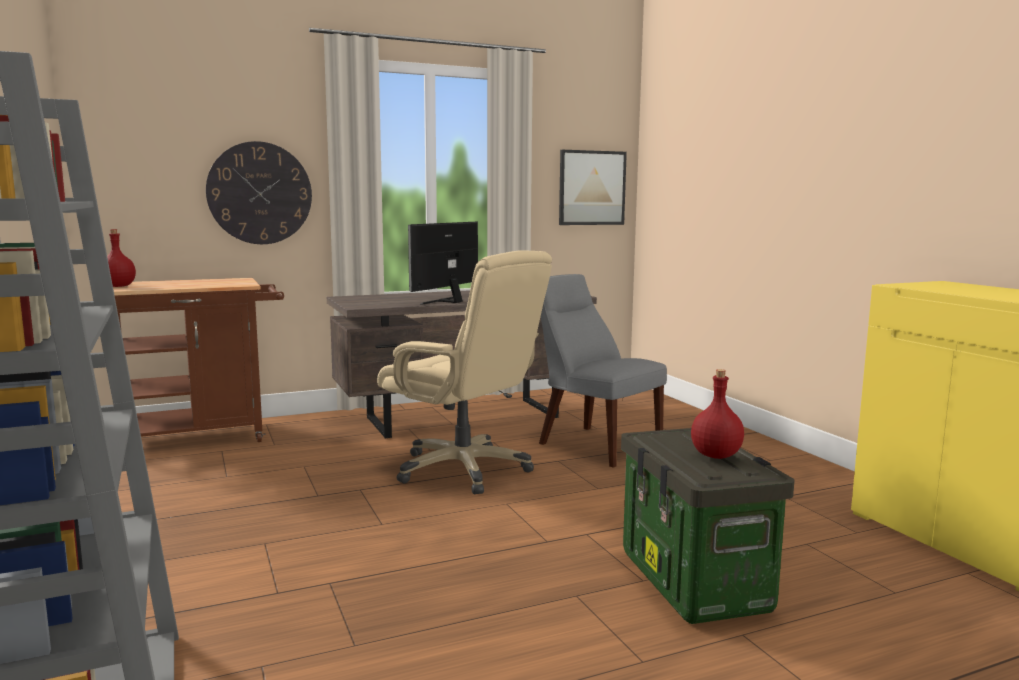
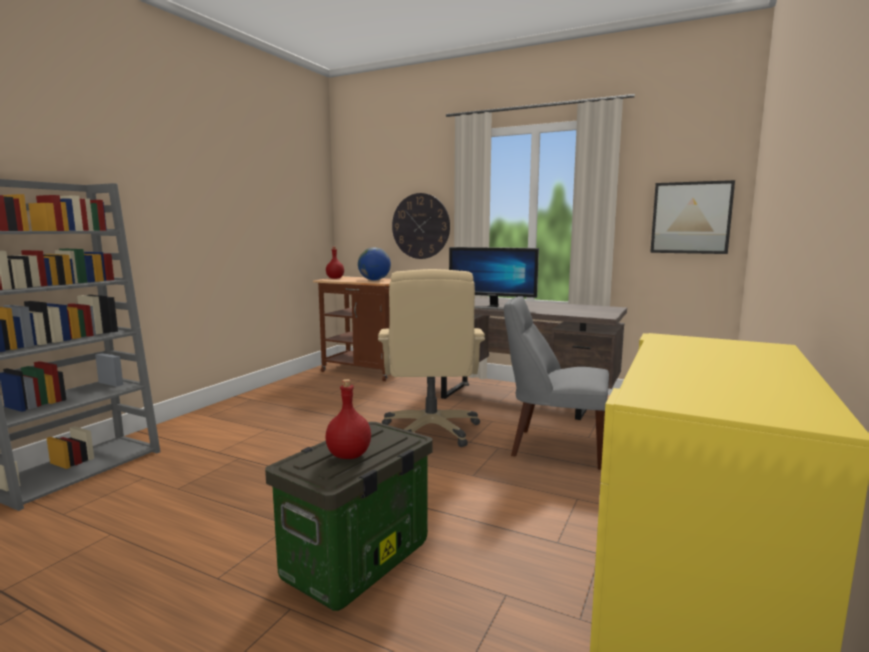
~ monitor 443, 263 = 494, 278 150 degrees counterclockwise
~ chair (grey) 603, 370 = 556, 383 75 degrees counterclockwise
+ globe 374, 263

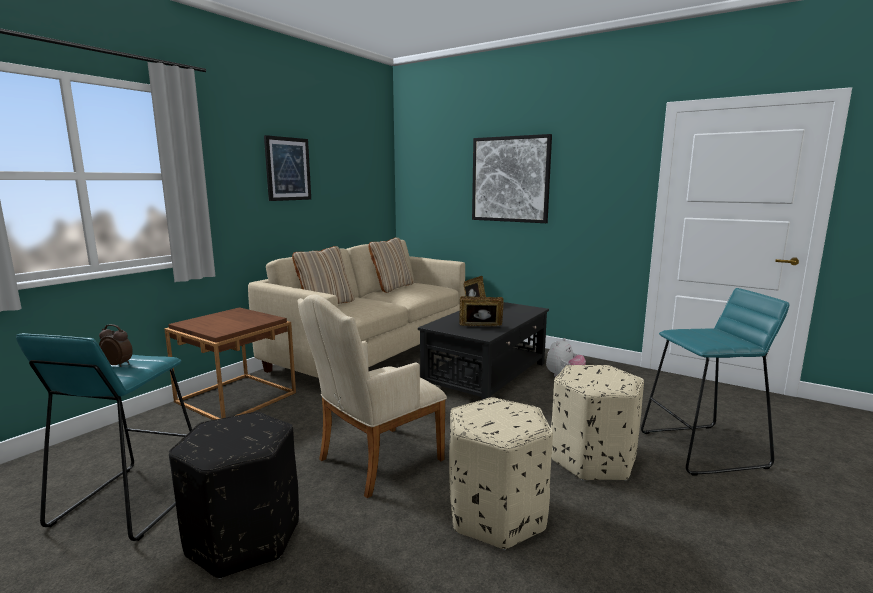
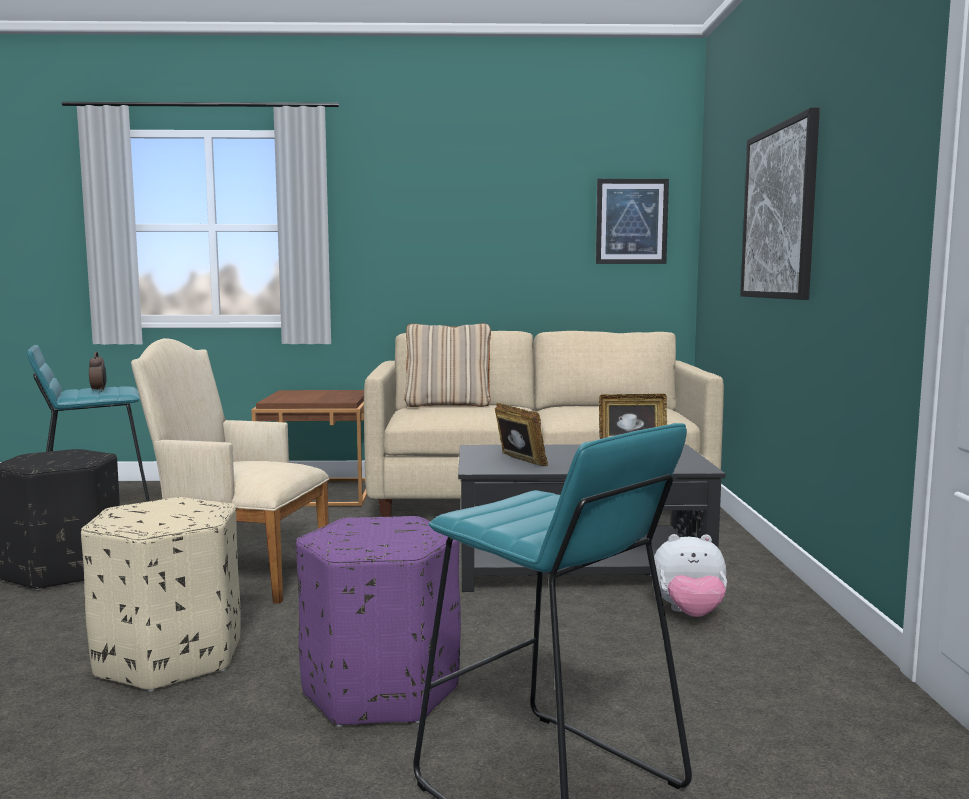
~ picture 287, 168 to 632, 221
- pillow (beige) 391, 265
~ ottoman (beige) 597, 423 to ottoman (purple) 378, 621

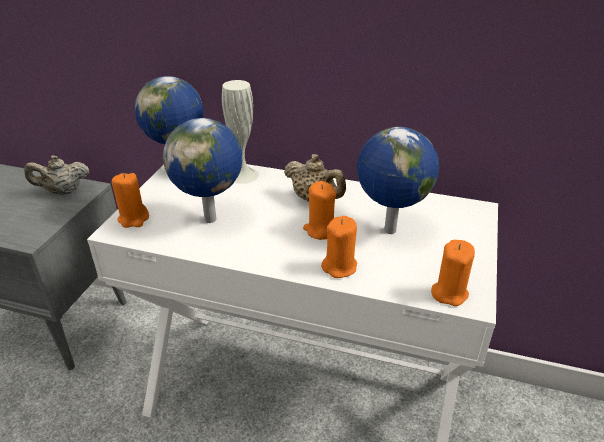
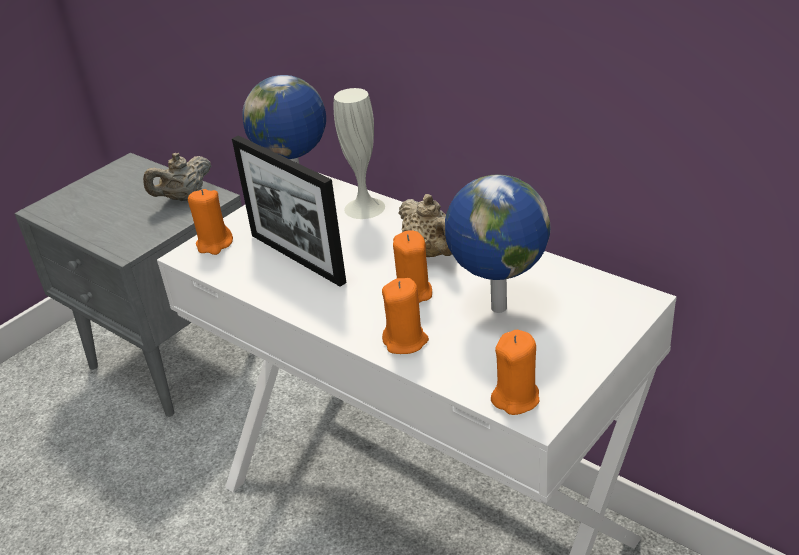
~ globe 202, 170 to picture frame 289, 211
~ teapot (beige) 56, 175 = 177, 177 45 degrees counterclockwise

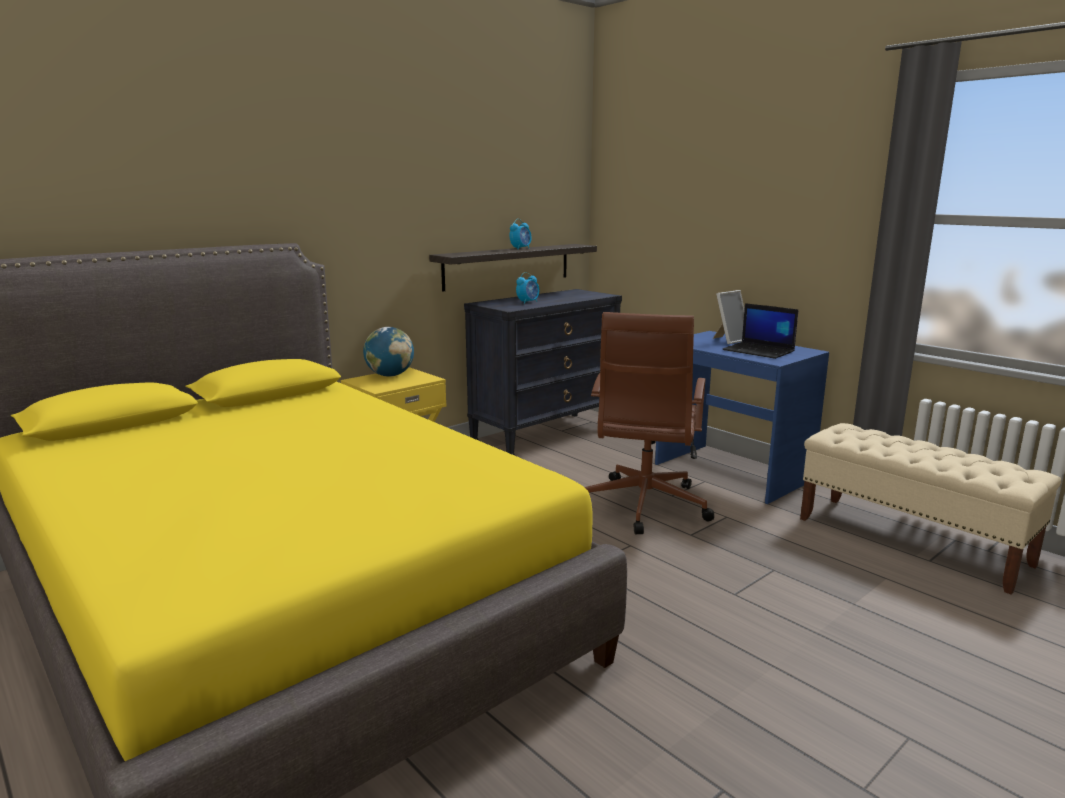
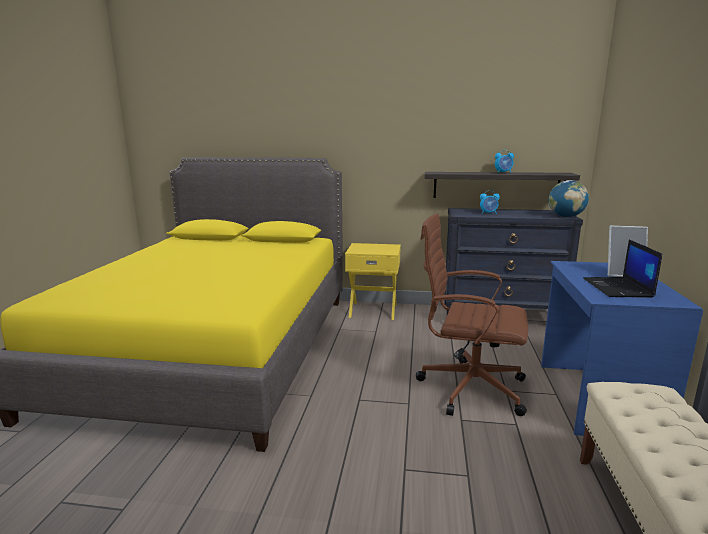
~ office chair (brown) 649, 423 = 472, 314 45 degrees clockwise
~ globe 388, 352 to 569, 198

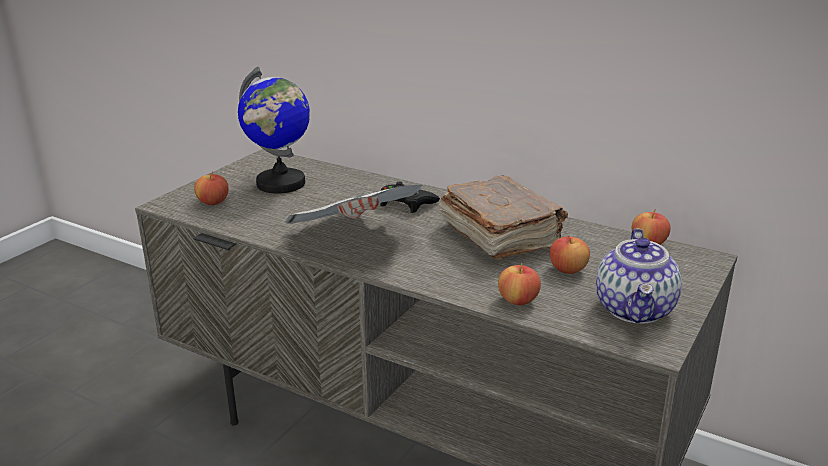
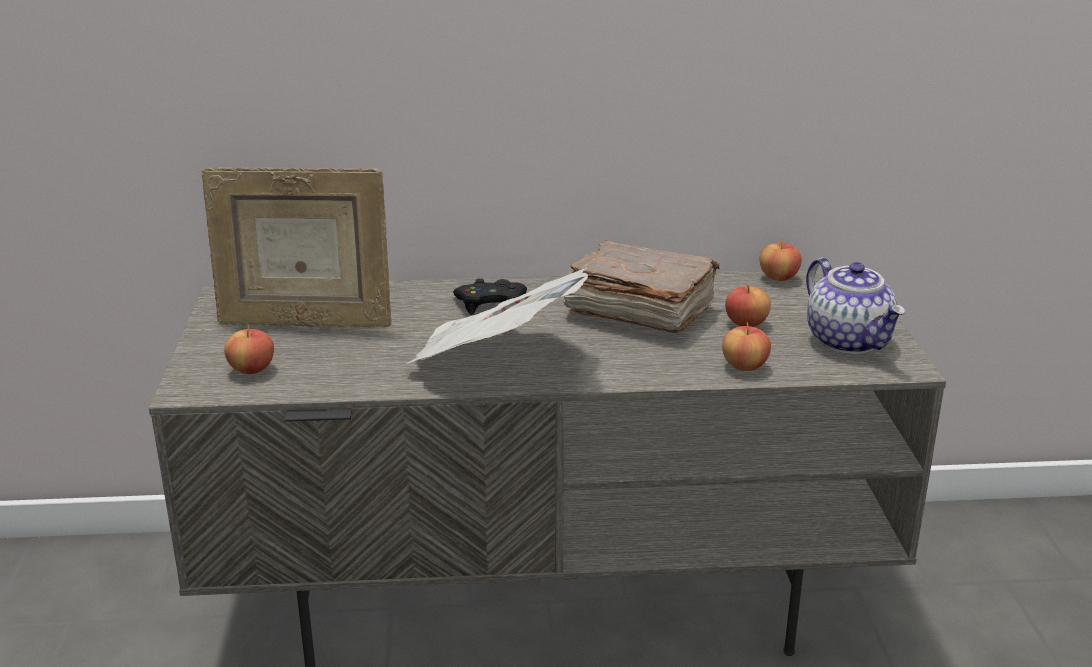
~ globe 274, 130 to picture frame 297, 247

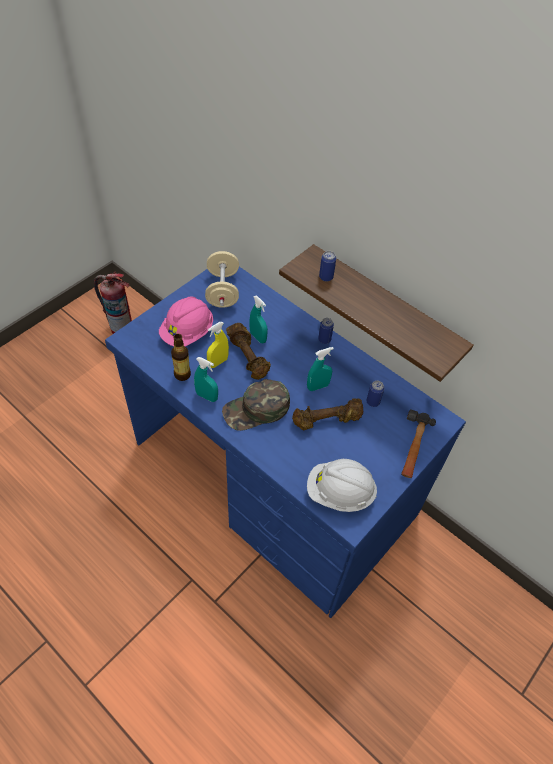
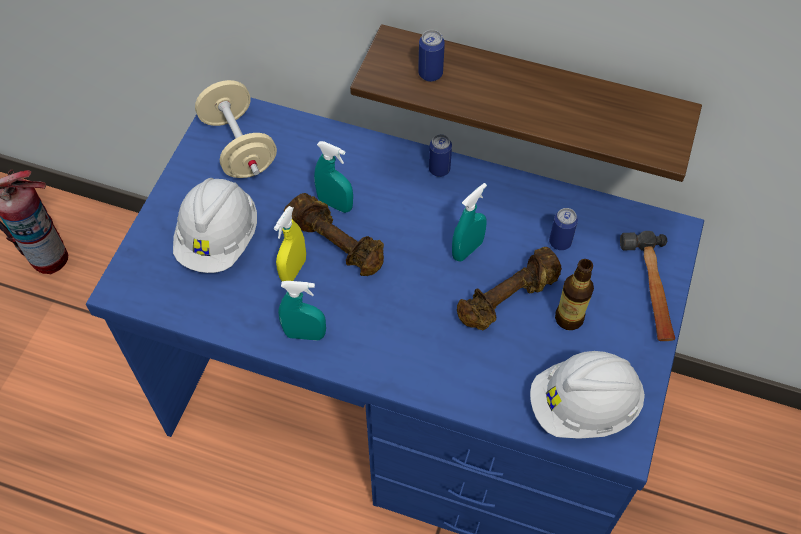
~ hard hat (pink) 186, 322 to hard hat (white) 215, 225
~ bottle 181, 357 to 574, 294
- cap (green) 256, 405

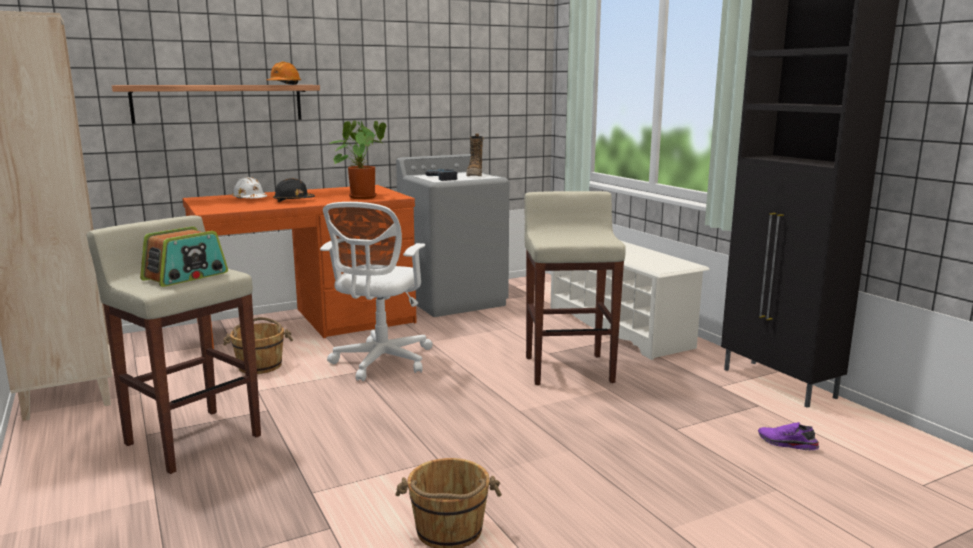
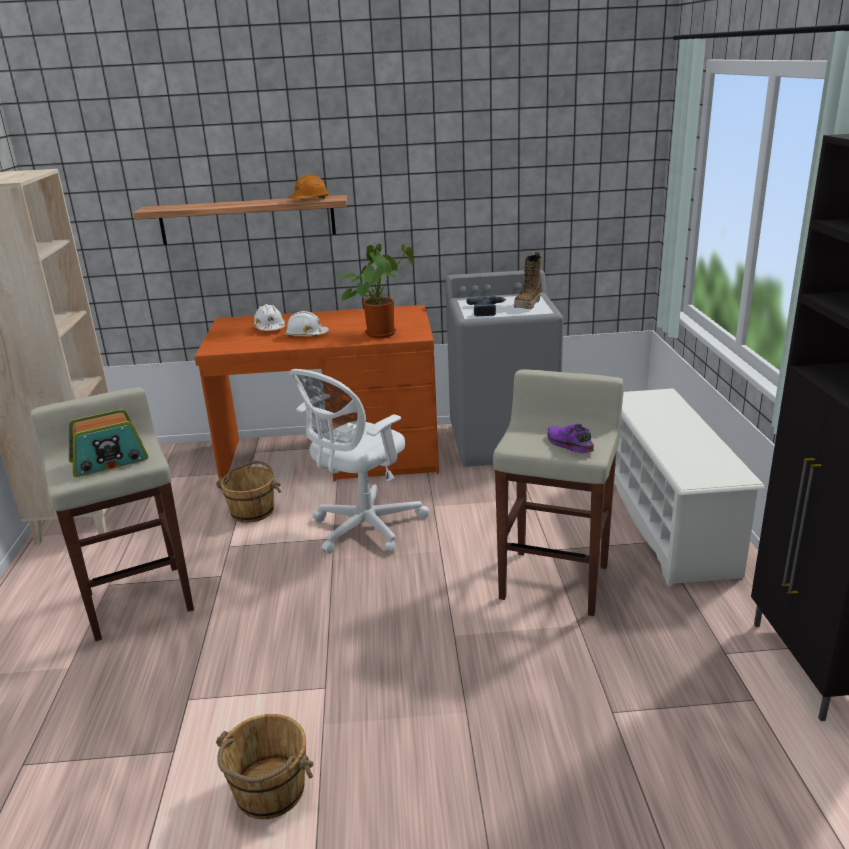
~ hard hat (black) 294, 190 to hard hat (white) 307, 324
~ shoe (purple) 788, 436 to 570, 438

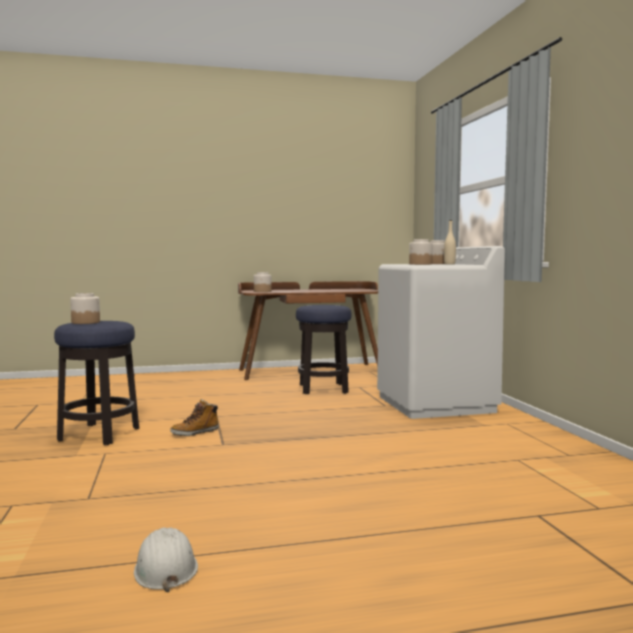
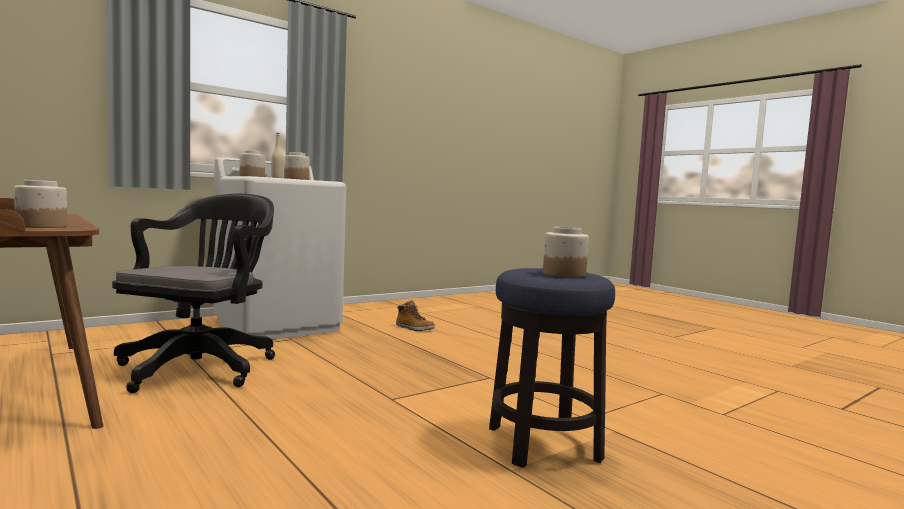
~ stool 323, 349 to office chair (black) 193, 293
~ boot 194, 417 to 415, 315
- hard hat (white) 166, 559

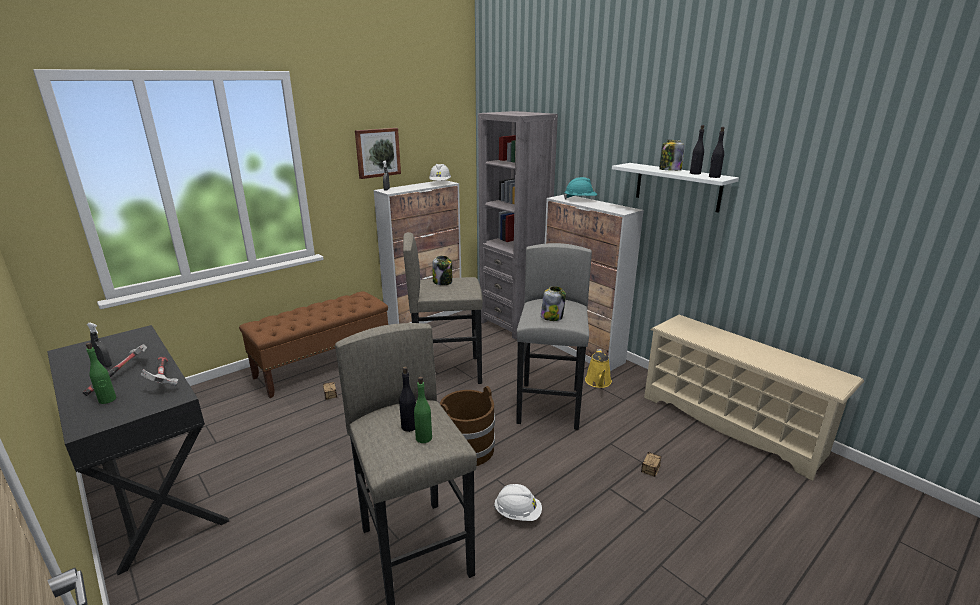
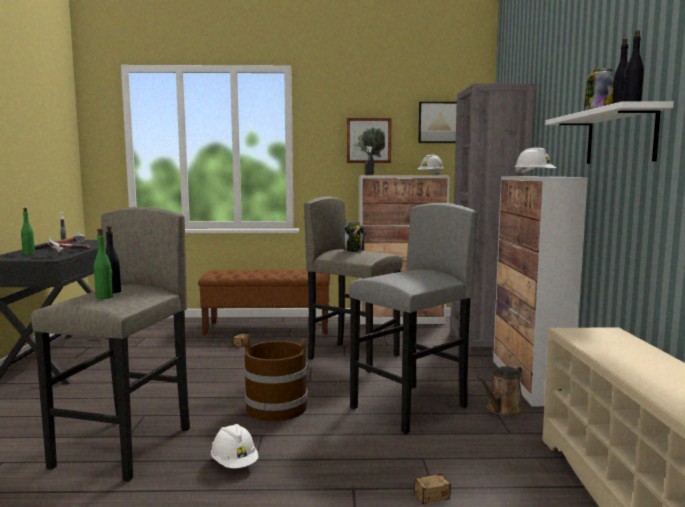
~ hard hat (turquoise) 580, 188 to hard hat (white) 536, 162
- jar 553, 303
~ watering can (yellow) 598, 368 to watering can (brown) 501, 391
+ picture 437, 122

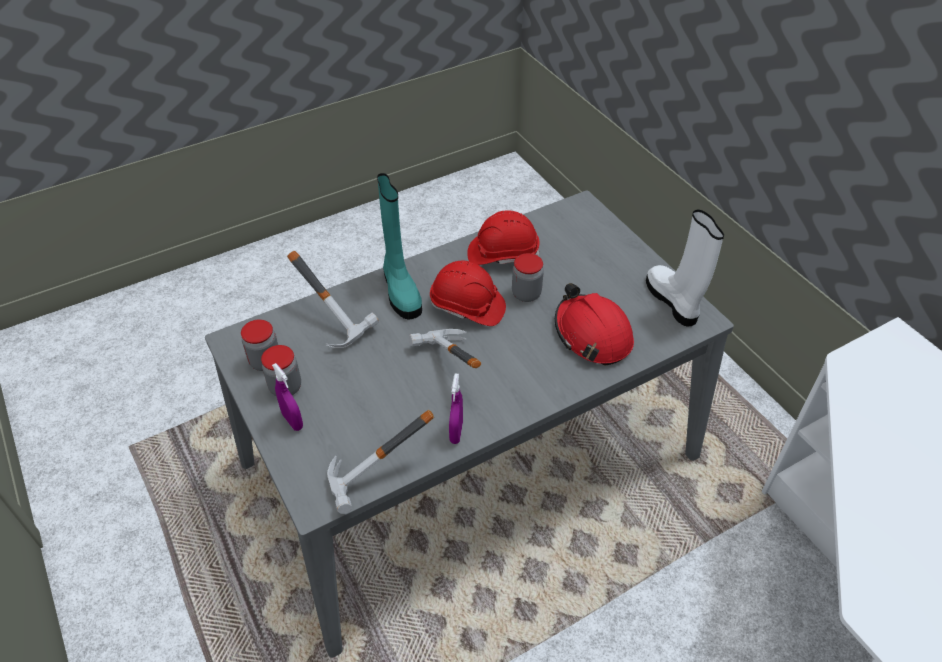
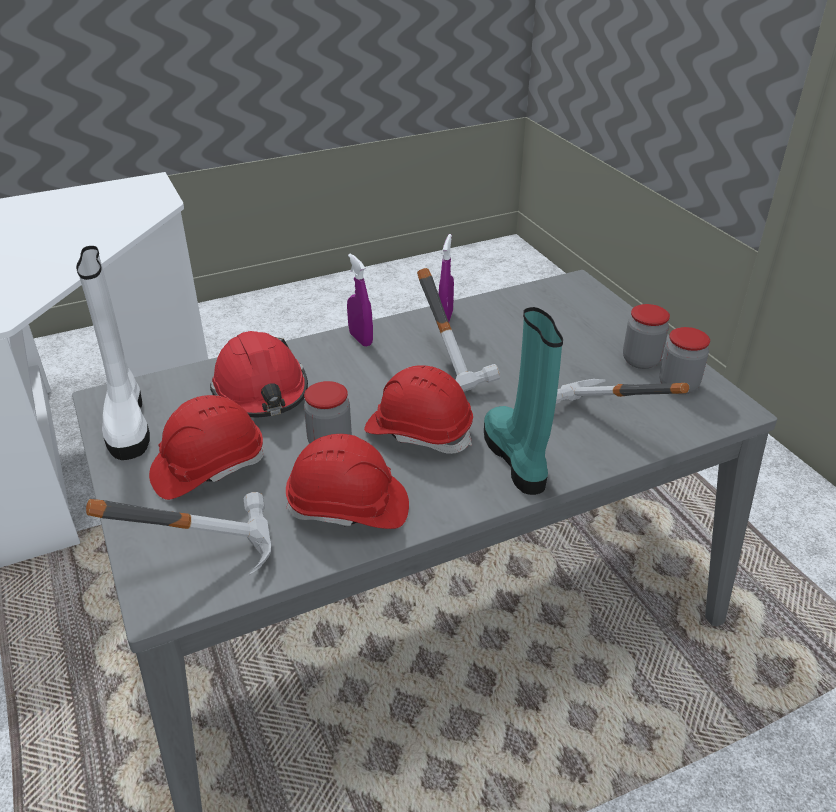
~ spray bottle (purple) 287, 397 to 360, 300
~ hammer 380, 462 to 178, 533
+ hard hat (red) 206, 447

